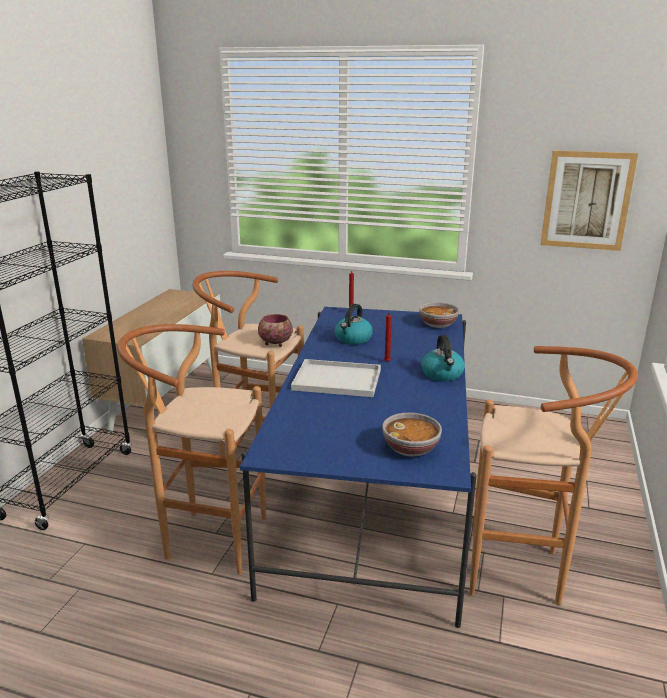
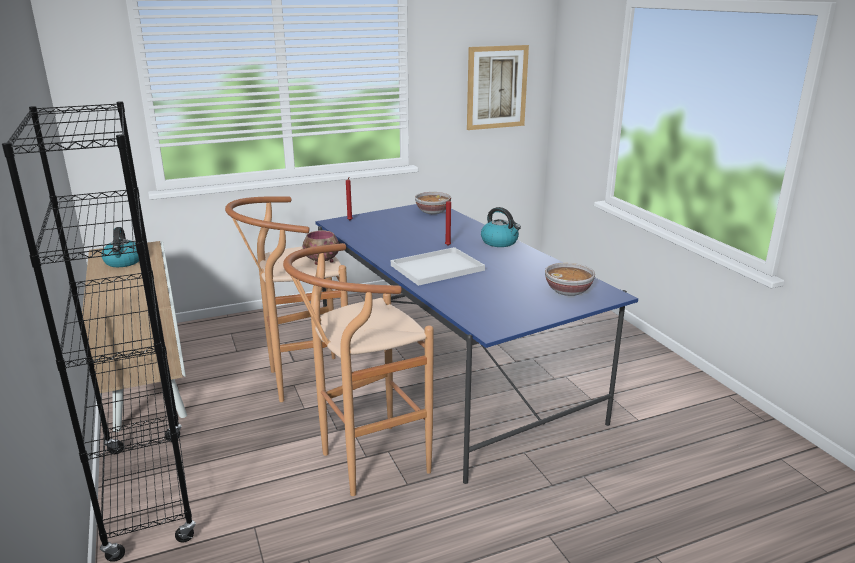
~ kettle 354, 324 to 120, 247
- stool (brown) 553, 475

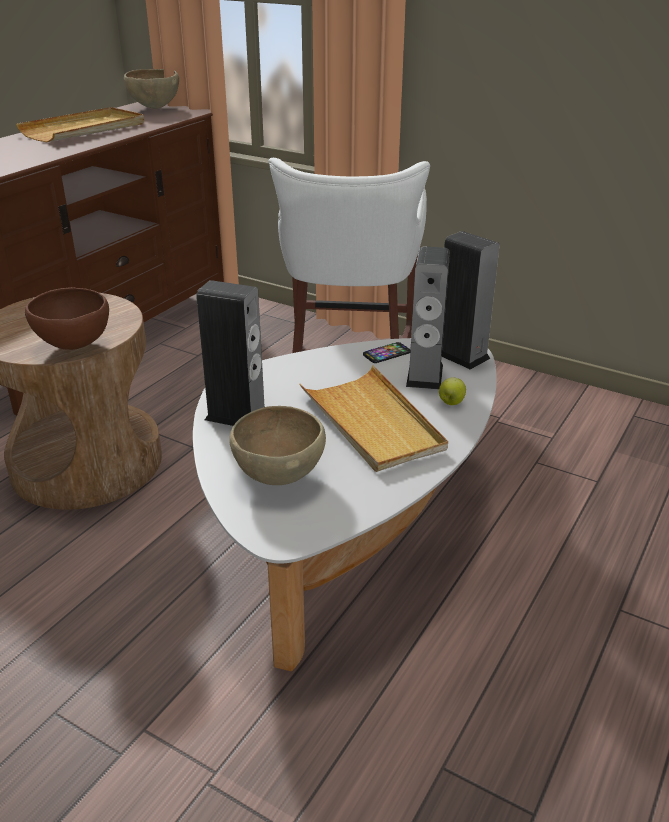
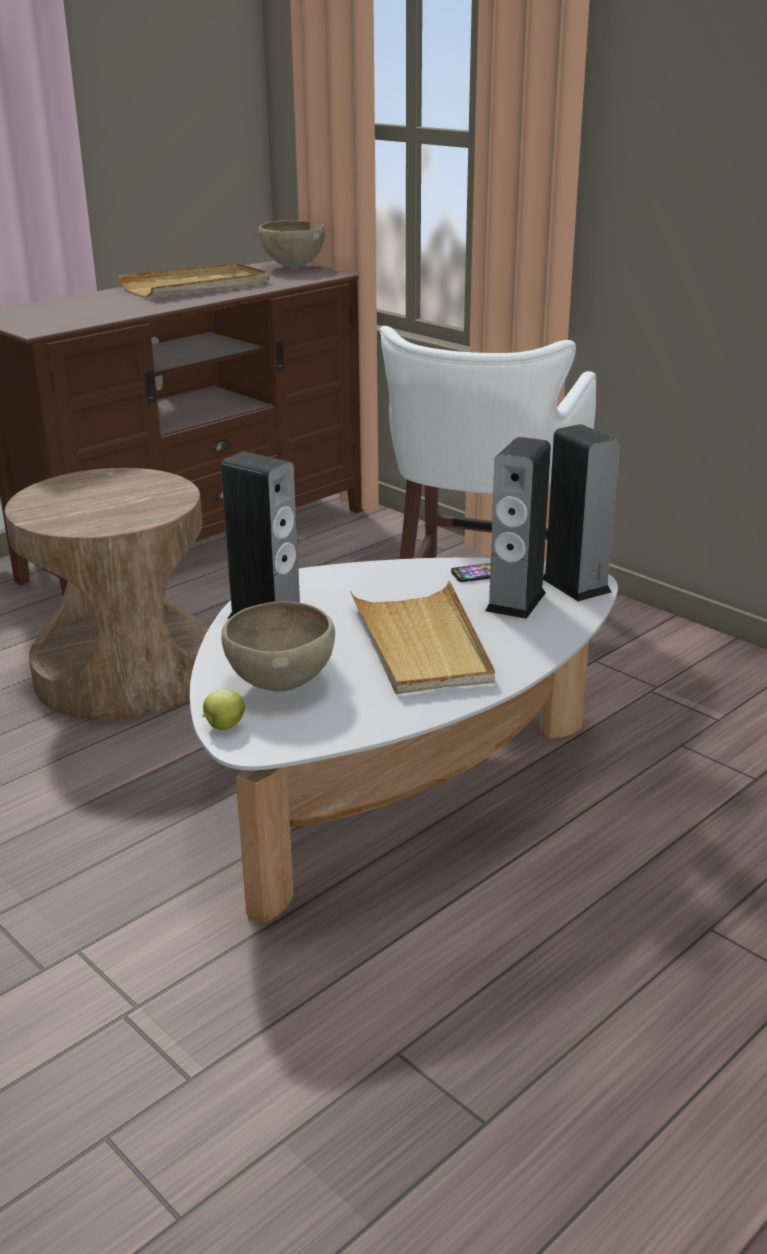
- bowl (brown) 67, 318
~ apple 452, 391 to 223, 710

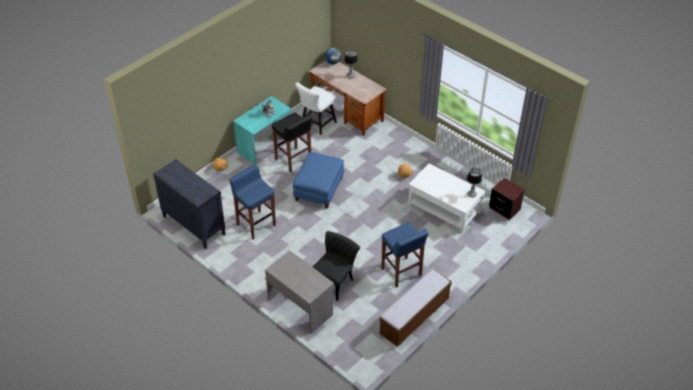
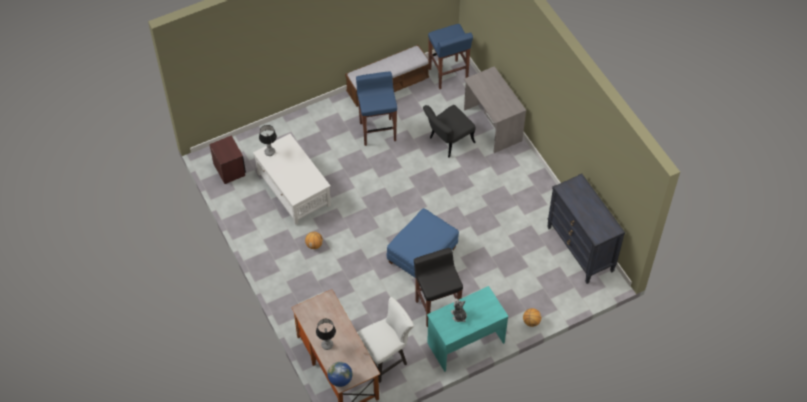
~ stool (blue) 252, 202 to 450, 56

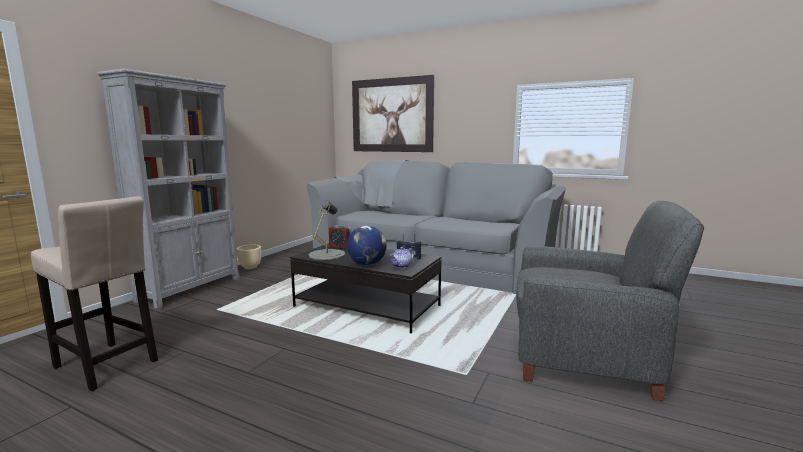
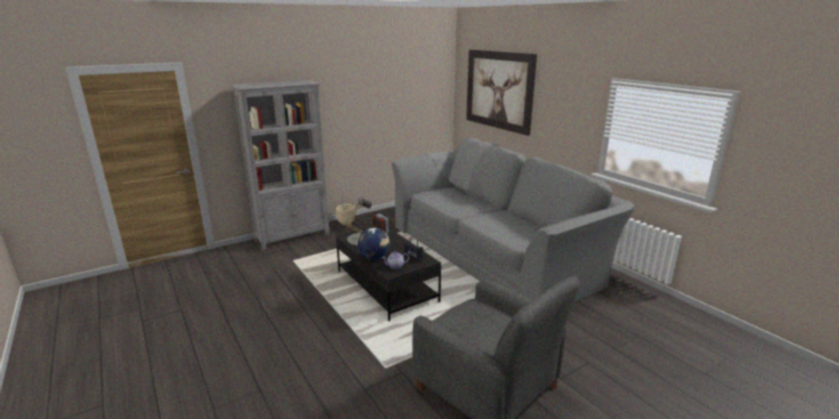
- stool (beige) 94, 293

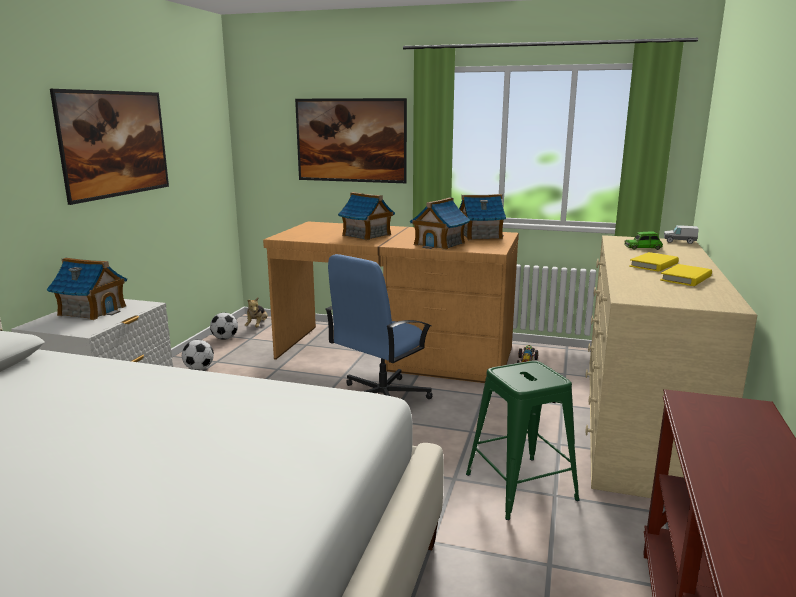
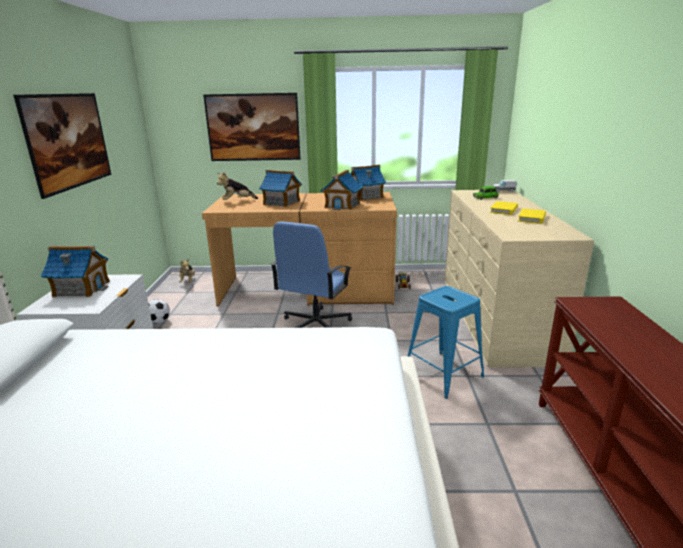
- football 224, 326
~ stool (green) 522, 440 to stool (blue) 446, 342
+ plush toy 237, 186

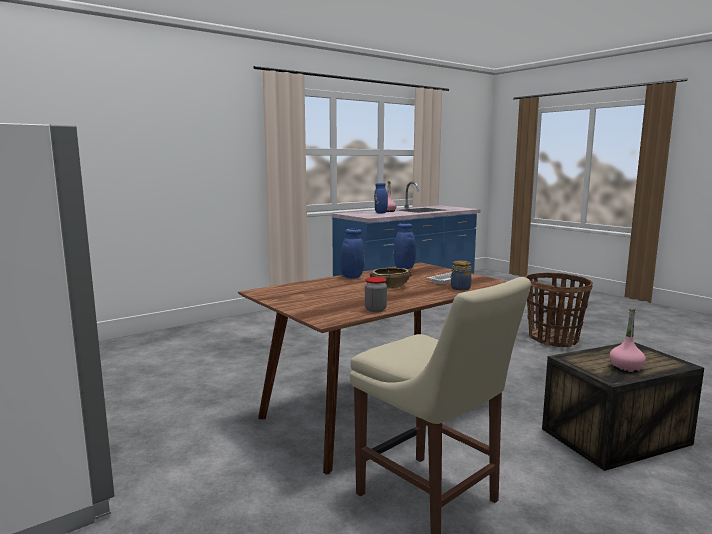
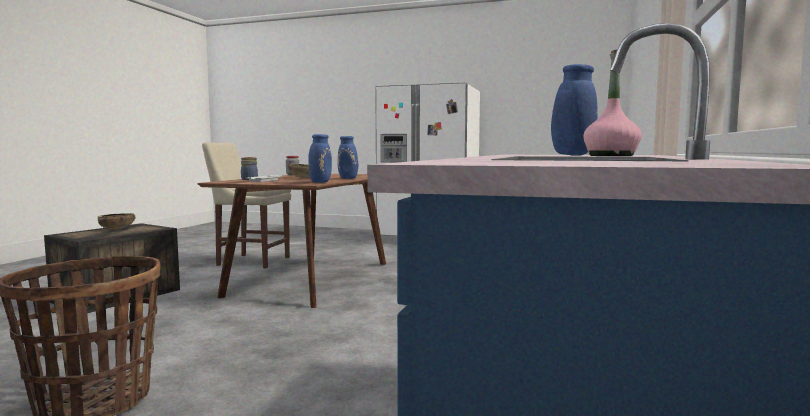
~ bottle (pink) 628, 341 to bowl (brown) 116, 221

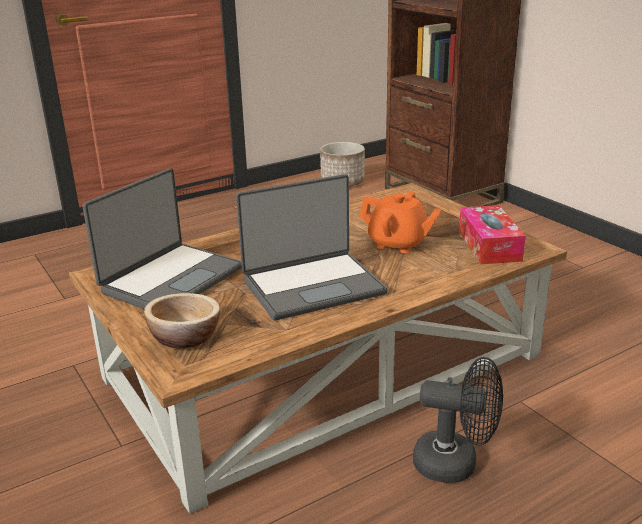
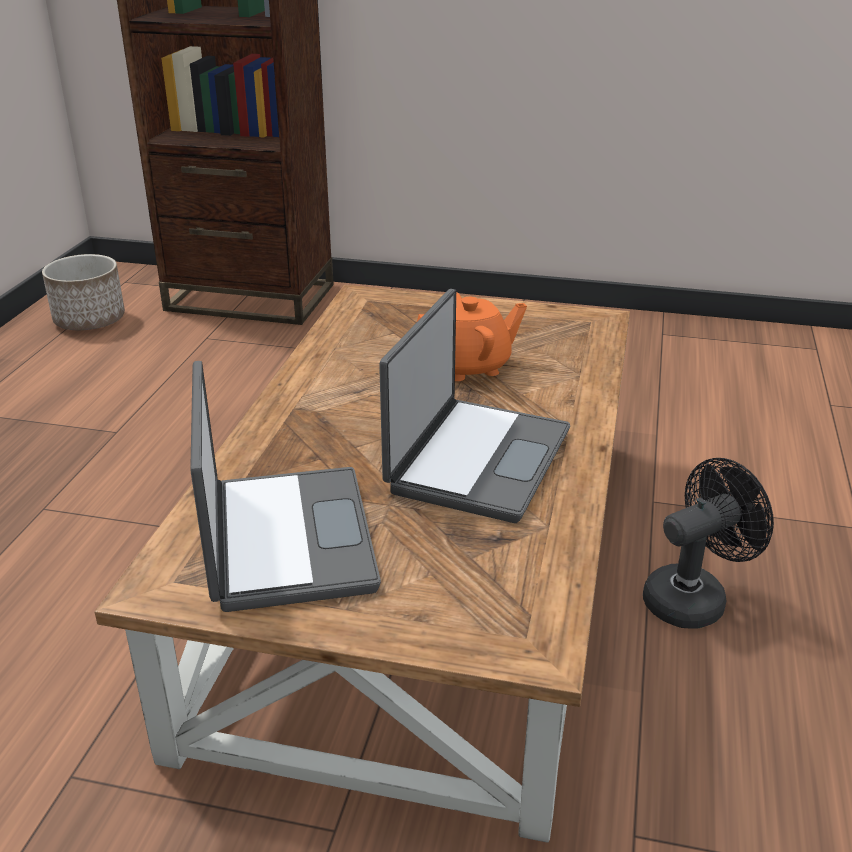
- tissue box 492, 234
- bowl 182, 320

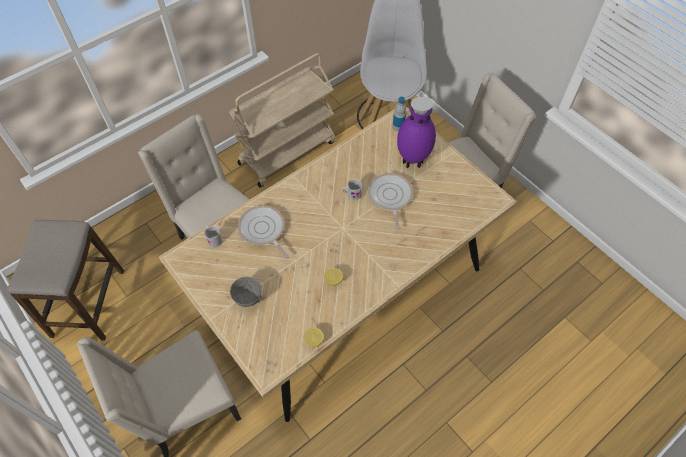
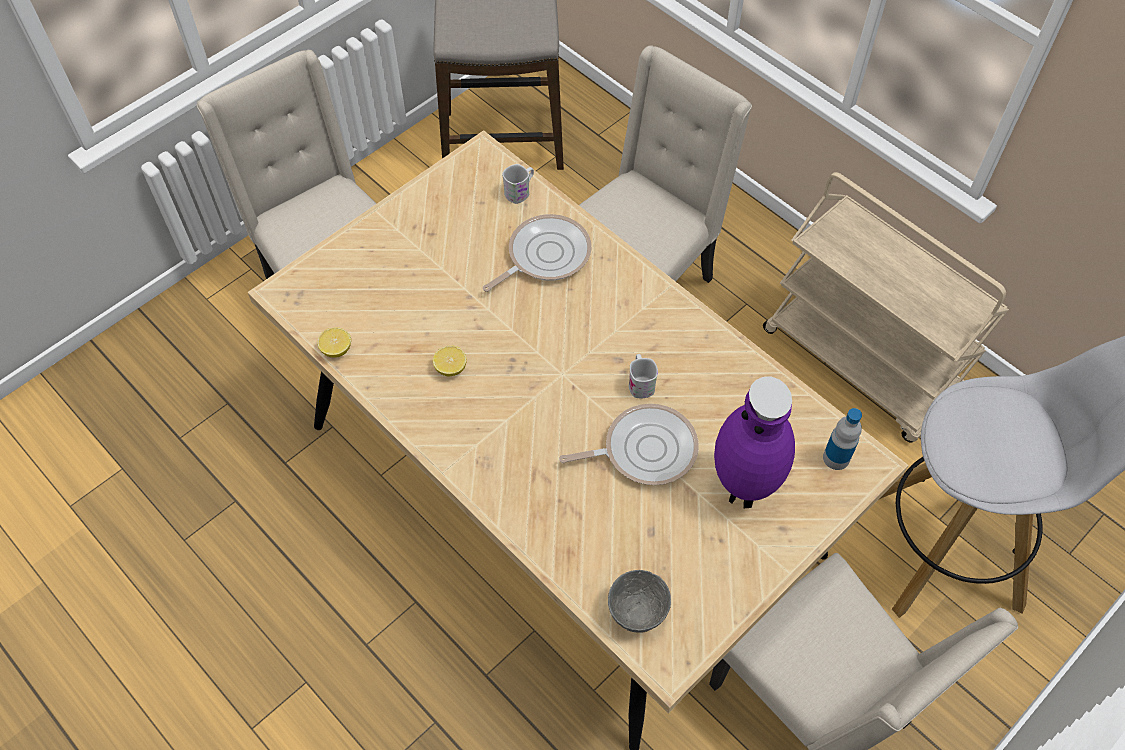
~ bowl (grey) 246, 292 to 639, 601

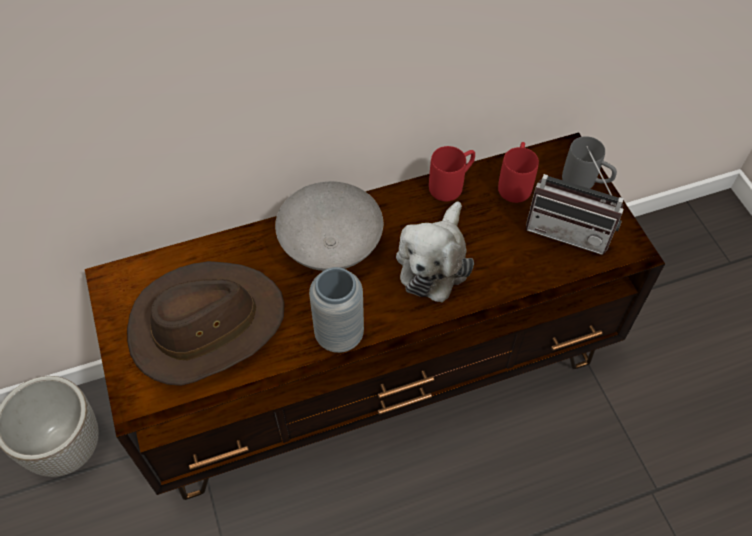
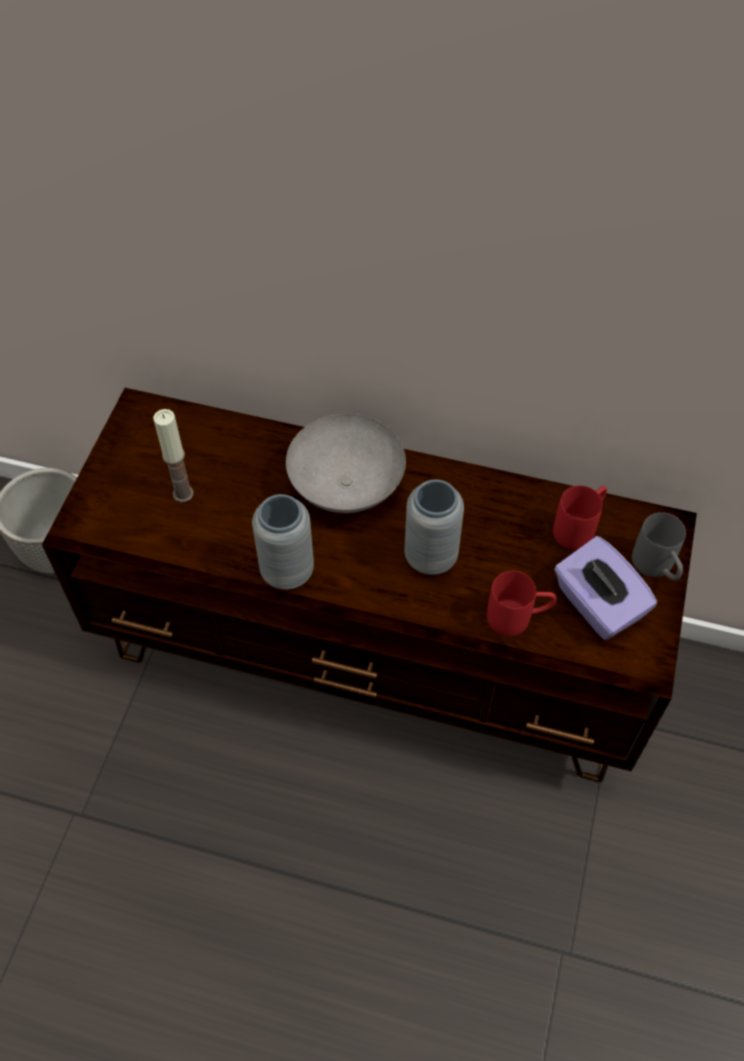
~ mug (red) 452, 173 to 522, 603
~ radio 575, 200 to tissue box (purple) 605, 588
~ plush toy 435, 251 to vase (grey) 434, 527
~ hat (brown) 206, 323 to candle 173, 455

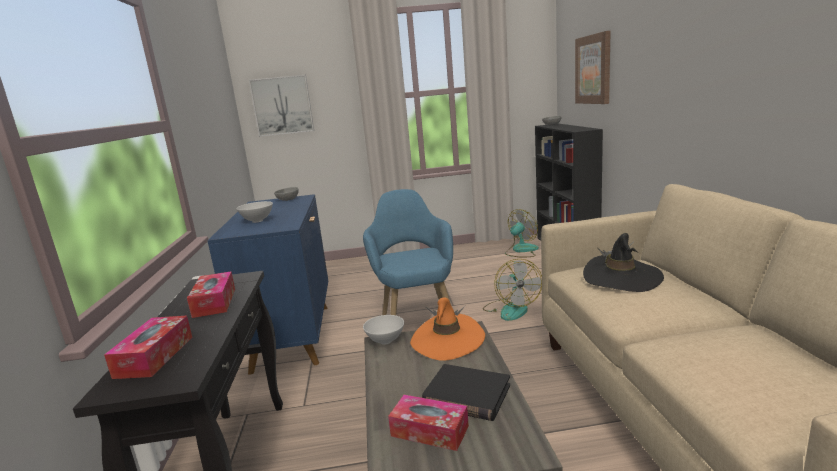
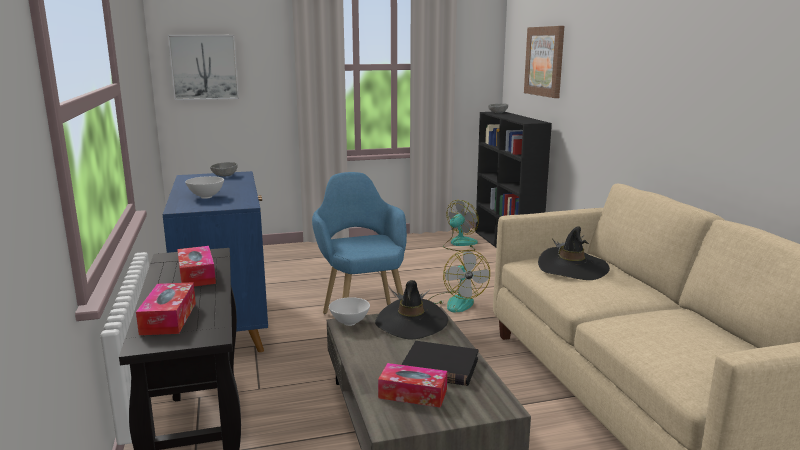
~ hat (orange) 447, 329 to hat (black) 411, 310

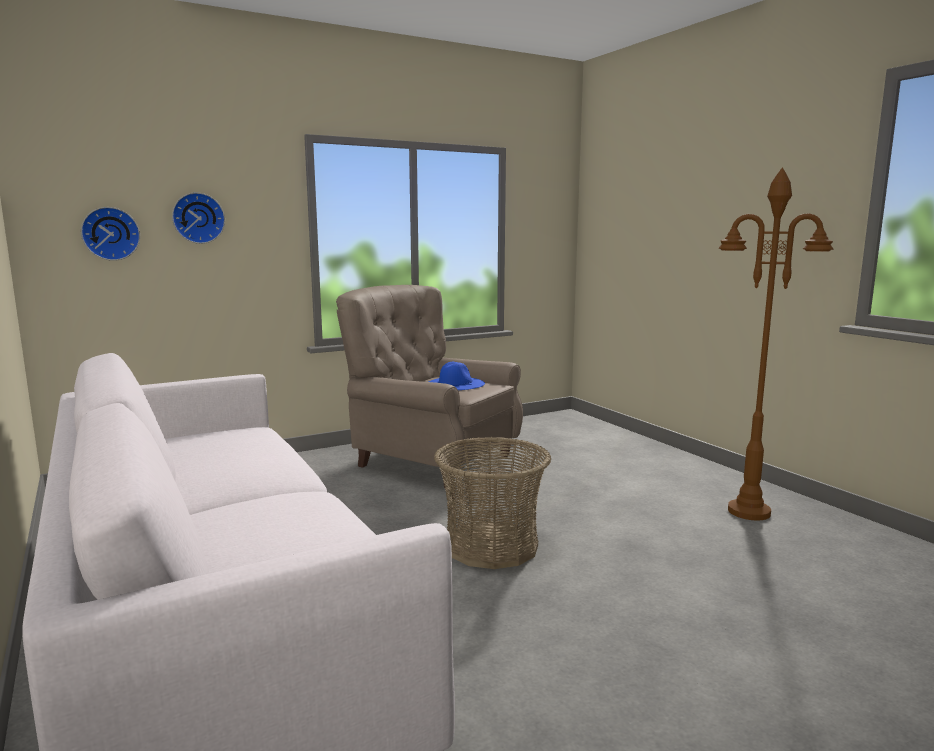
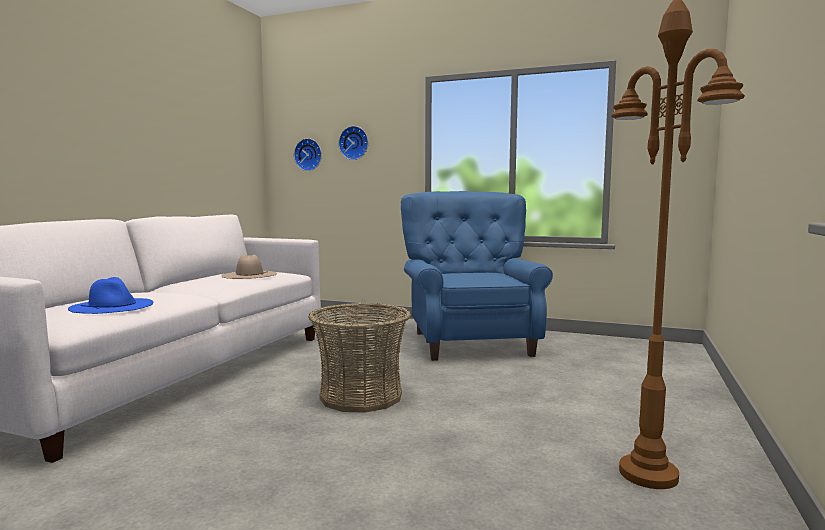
~ armchair (beige) 429, 386 to armchair (blue) 477, 276
~ hat (blue) 456, 376 to 110, 295
+ hat (beige) 249, 267

